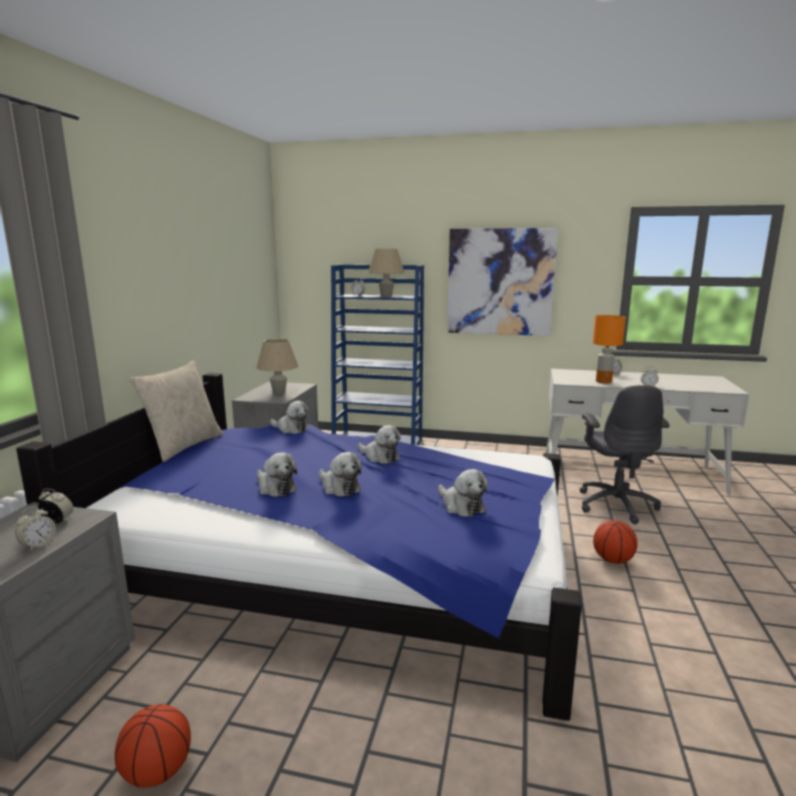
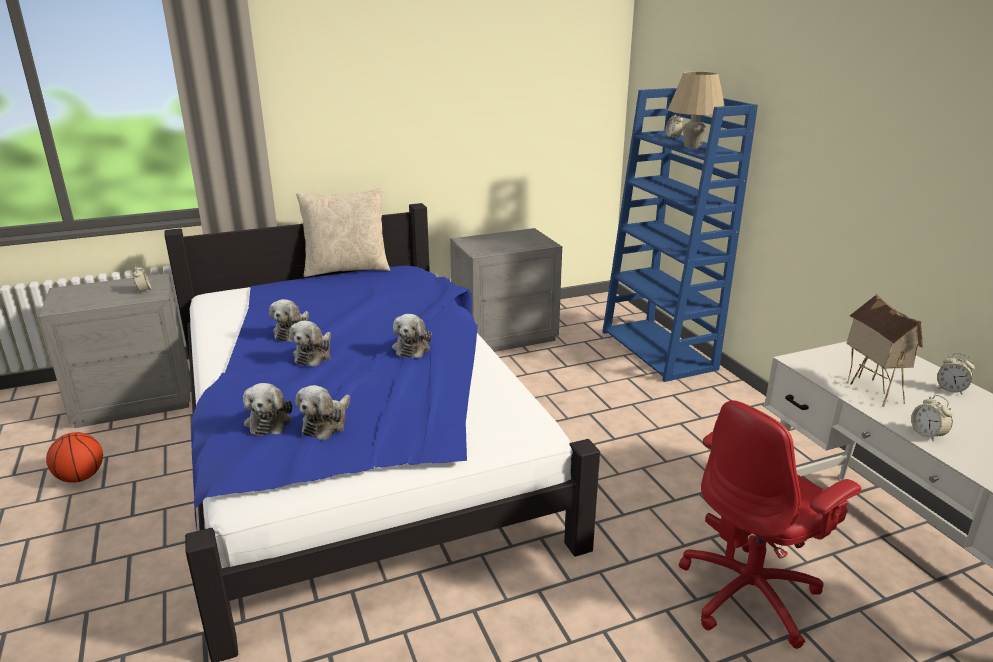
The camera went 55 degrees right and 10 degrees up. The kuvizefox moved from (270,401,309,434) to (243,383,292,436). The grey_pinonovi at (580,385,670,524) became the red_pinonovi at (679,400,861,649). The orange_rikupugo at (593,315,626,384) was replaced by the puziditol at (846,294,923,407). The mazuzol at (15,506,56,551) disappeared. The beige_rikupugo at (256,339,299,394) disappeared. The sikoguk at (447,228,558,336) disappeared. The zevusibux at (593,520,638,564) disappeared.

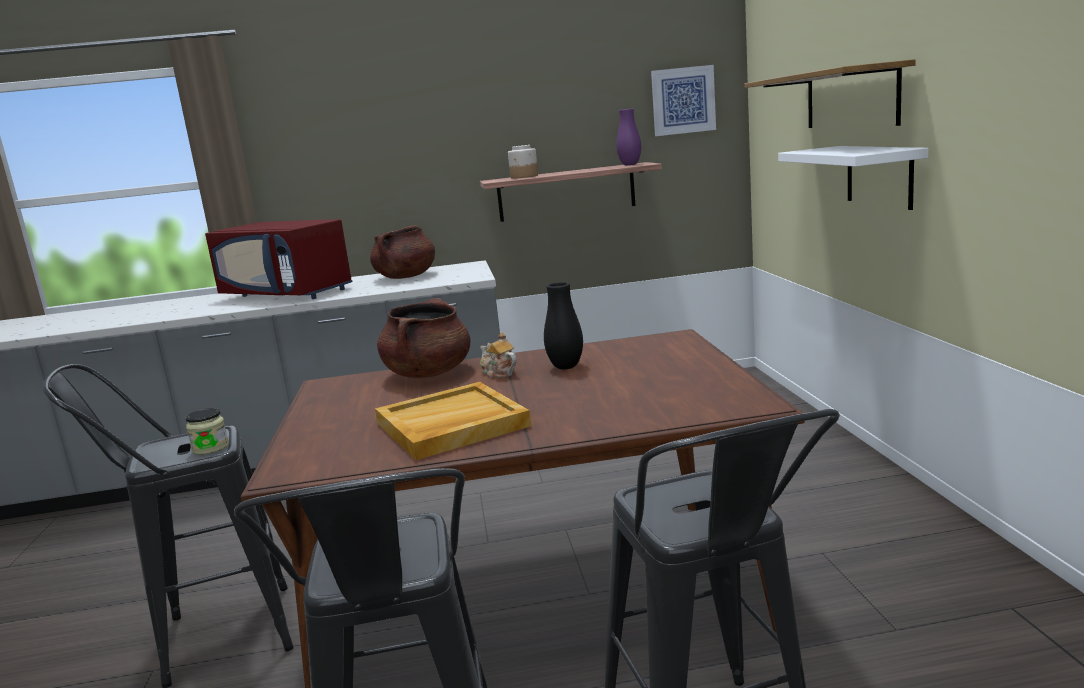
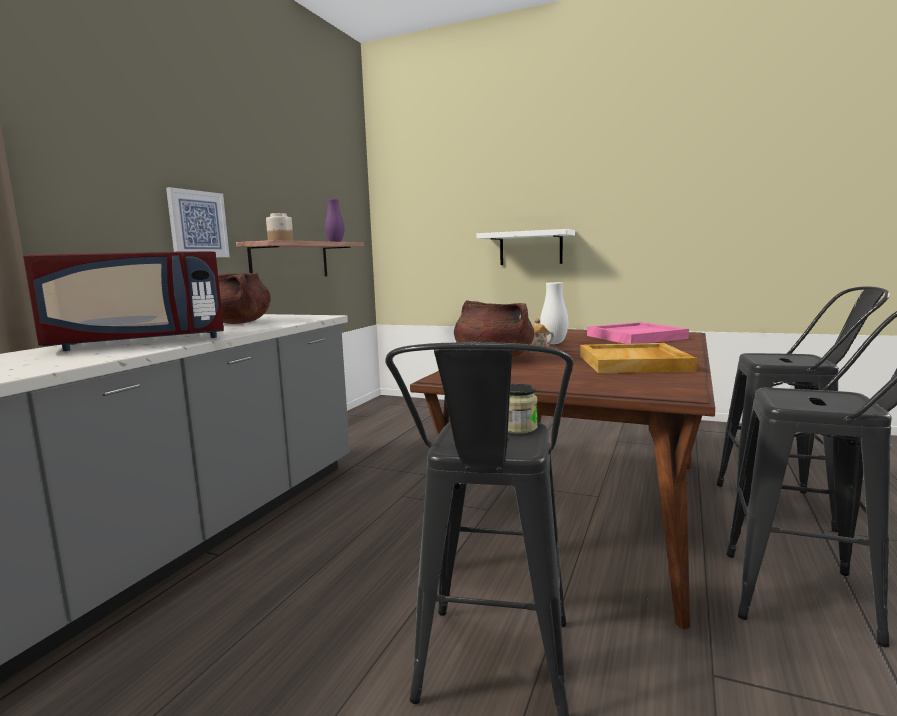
The camera went 60 degrees left and 5 degrees down. The sikoguk moved from (651,65,716,136) to (166,187,230,257). The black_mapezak at (544,282,583,369) became the white_mapezak at (540,282,568,344). The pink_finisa at (587,322,689,344) appeared. The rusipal at (744,59,916,128) disappeared.

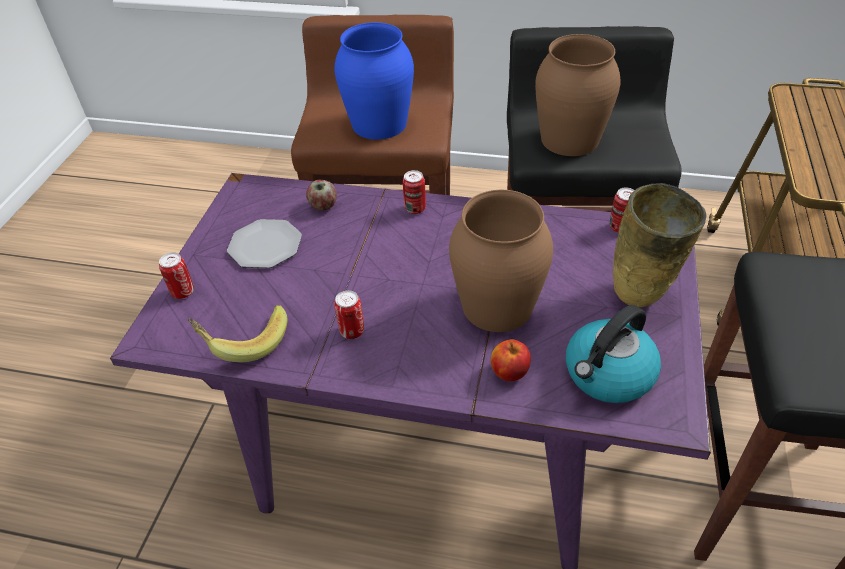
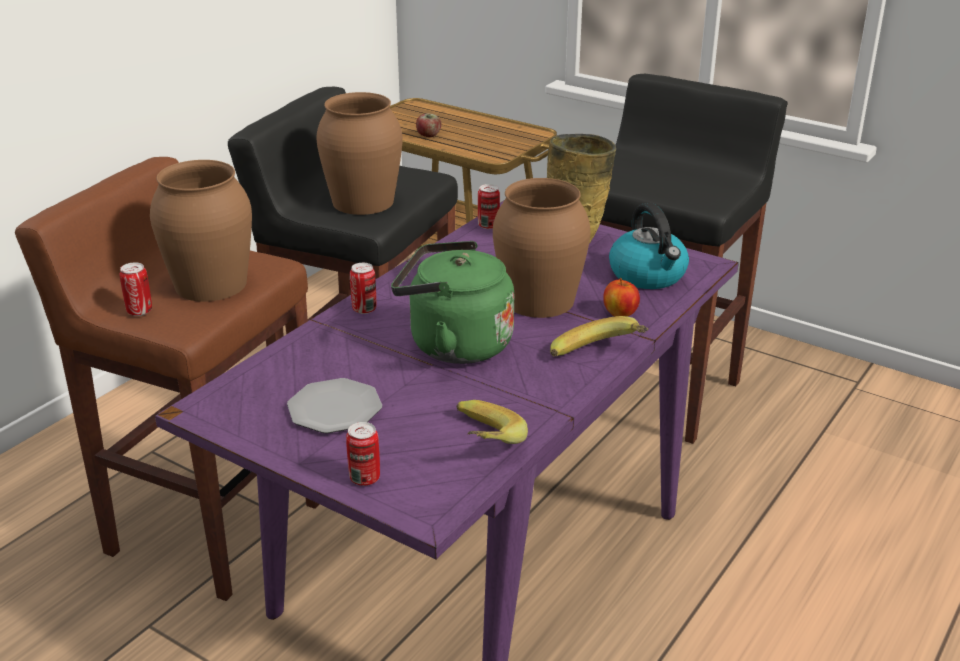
The camera went 70 degrees left and 15 degrees down. The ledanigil moved from (334,290,364,339) to (119,262,152,316). The blue_mapezak at (334,22,414,140) became the brown_mapezak at (150,160,252,302). The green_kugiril at (391,241,514,364) appeared. The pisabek moved from (306,180,337,210) to (416,113,441,137). The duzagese at (550,316,649,356) appeared.

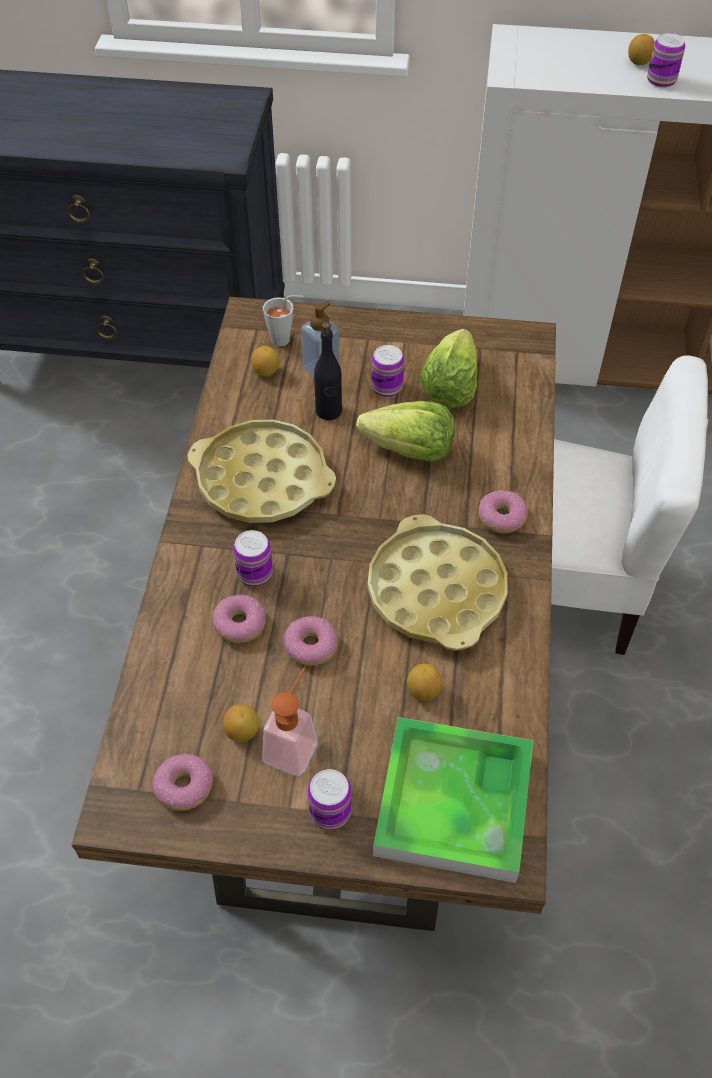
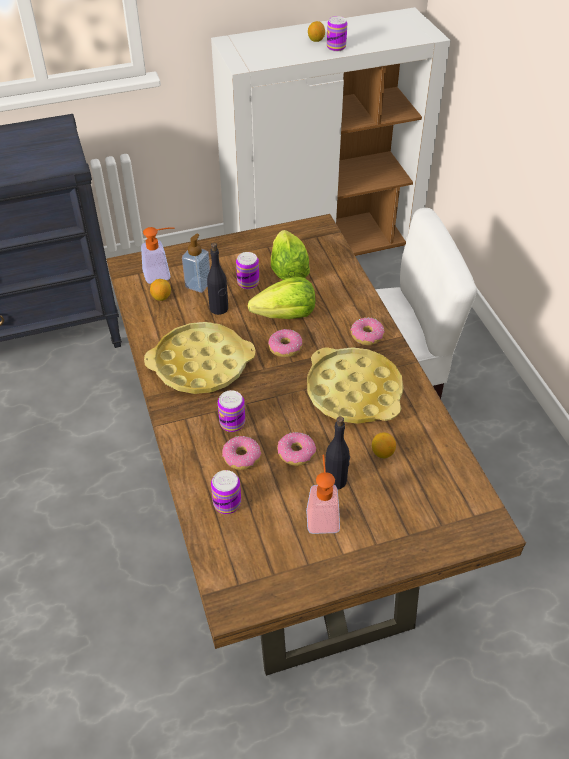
The camera went 25 degrees left and 5 degrees down. The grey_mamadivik at (263,295,303,346) was replaced by the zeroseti at (141,227,175,284). The ledanigil moved from (308,769,351,830) to (211,470,241,514). The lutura moved from (152,754,213,811) to (268,329,302,357). The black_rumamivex at (325,416,350,489) appeared. The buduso at (223,704,259,742) disappeared. The finisa at (373,717,533,883) disappeared.

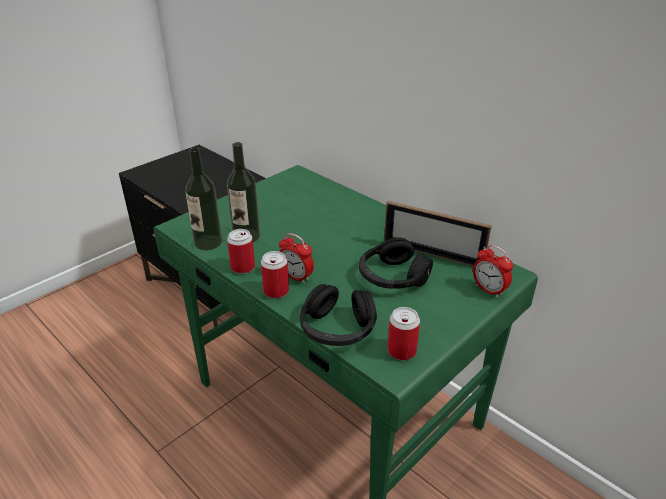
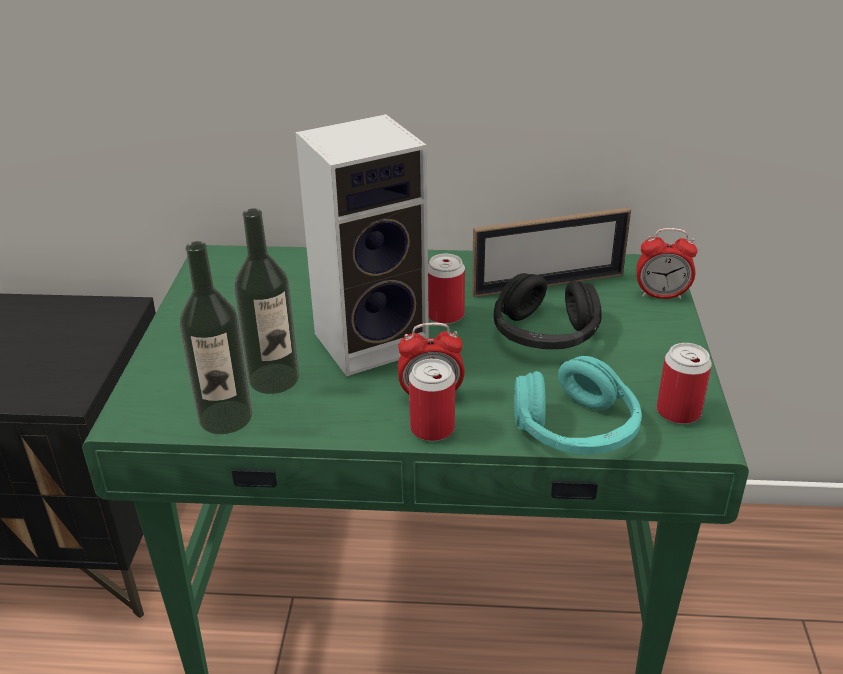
The camera went 40 degrees left and 0 degrees up. The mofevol at (296,114,429,376) appeared. The ledanigil moved from (227,229,255,274) to (428,254,465,324). The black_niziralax at (300,284,377,346) became the turquoise_niziralax at (514,356,642,455).

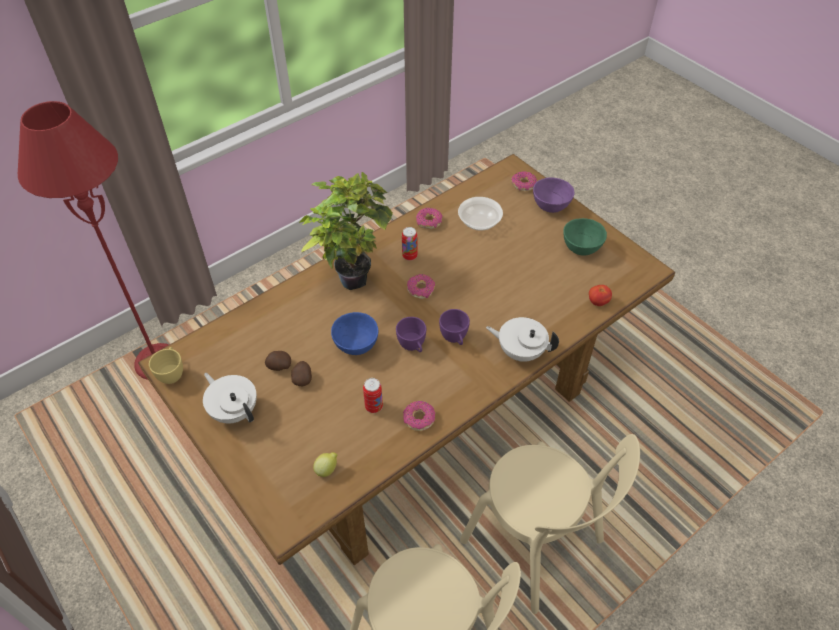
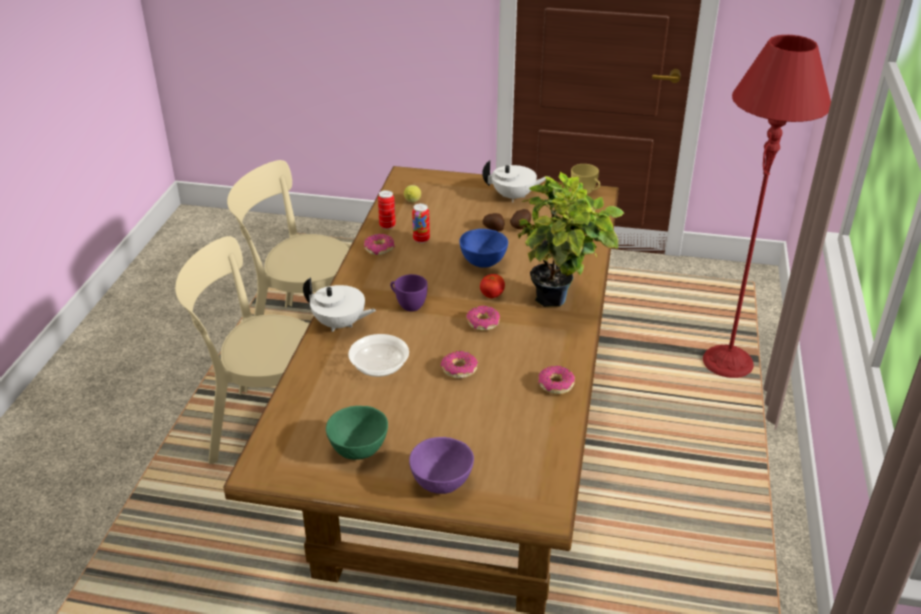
The camera went 140 degrees right and 15 degrees down. The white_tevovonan at (486,317,559,362) turned 45 degrees clockwise. The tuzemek moved from (458,197,503,231) to (348,334,409,377). The ledanigil moved from (402,227,417,261) to (378,190,396,229). The lutura moved from (511,171,537,191) to (441,351,478,379). The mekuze moved from (589,285,612,306) to (480,274,505,298). The purple_mamadivik at (396,317,426,352) disappeared.

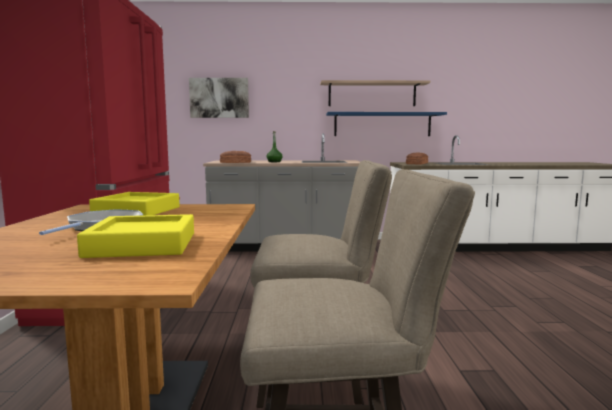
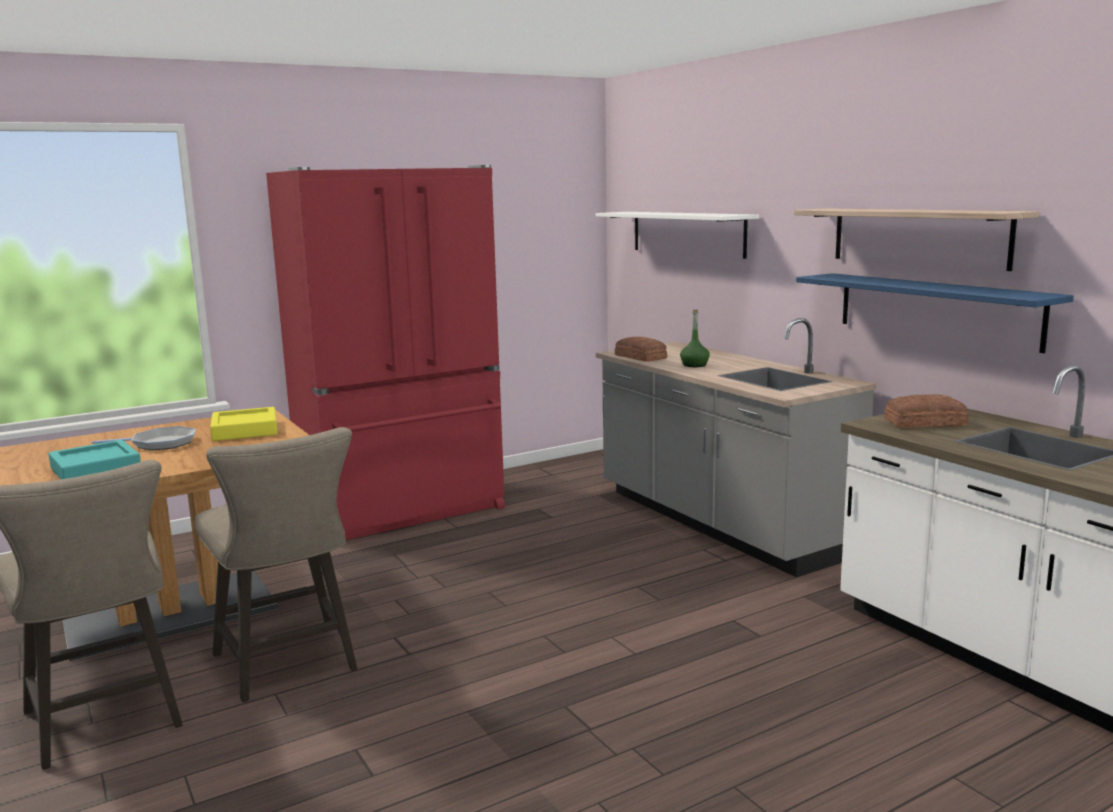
The camera went 60 degrees right and 5 degrees up. The yellow_finisa at (77,214,194,258) became the turquoise_finisa at (48,440,141,479). The sikoguk at (189,78,249,118) was replaced by the white_rusipal at (596,212,759,259).

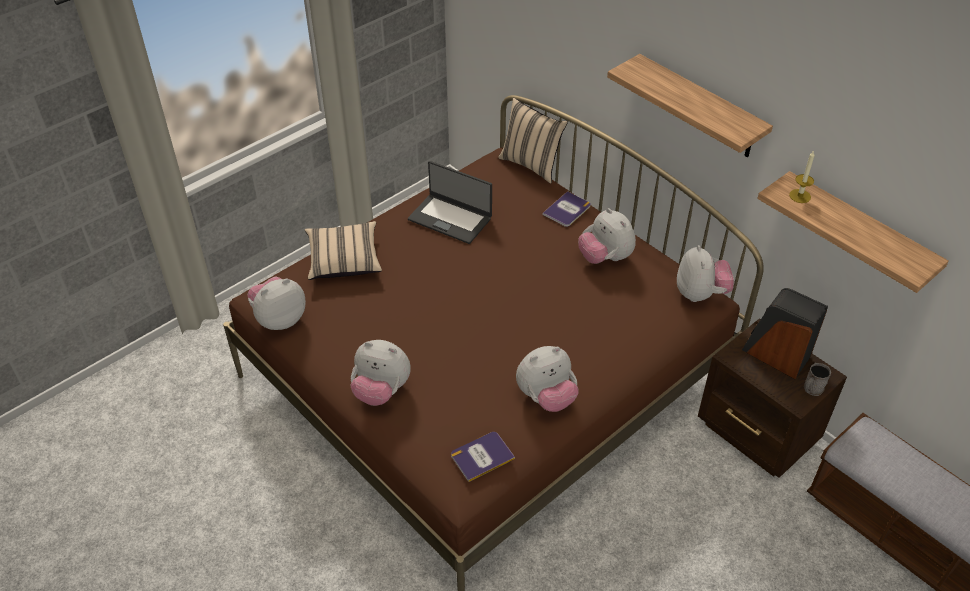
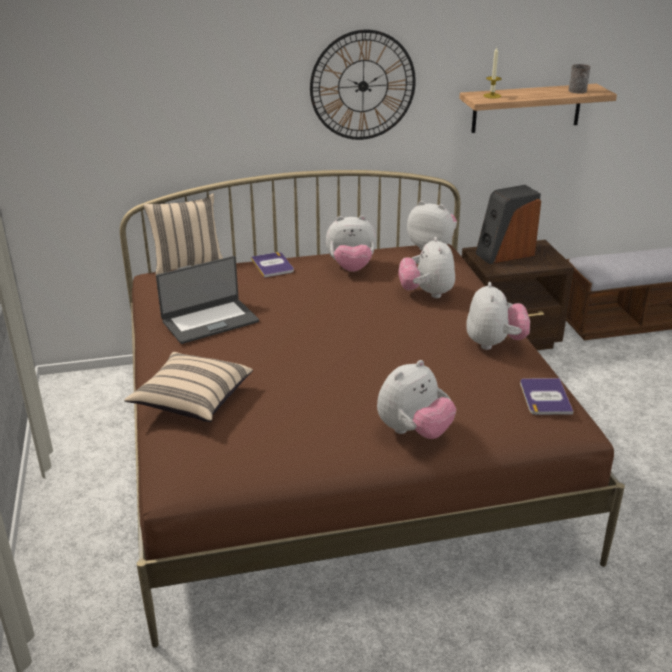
The camera went 60 degrees left and 15 degrees down. The rusipal at (607,54,773,158) was replaced by the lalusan at (310,30,416,140). The kuvizefox moved from (247,276,306,330) to (398,237,455,298). The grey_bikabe moved from (804,363,831,396) to (568,64,591,93).

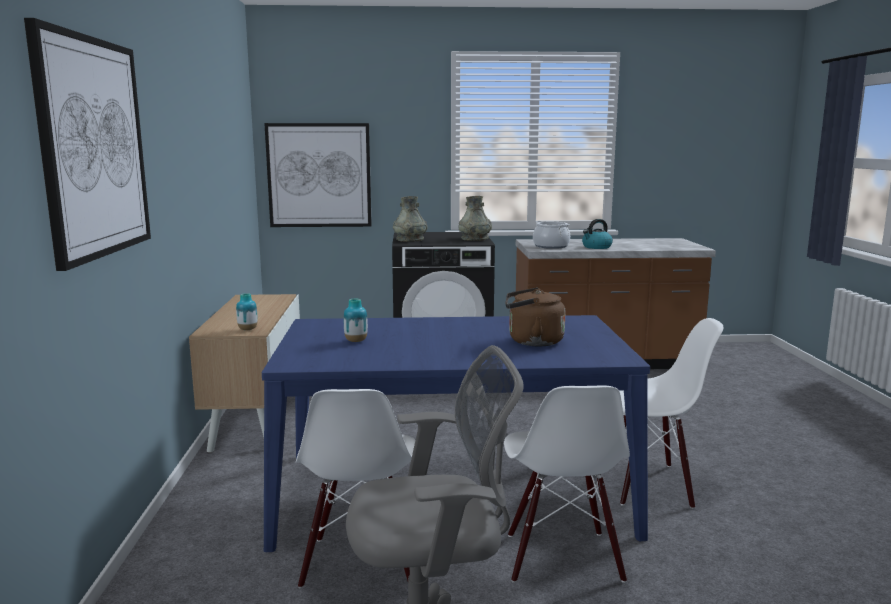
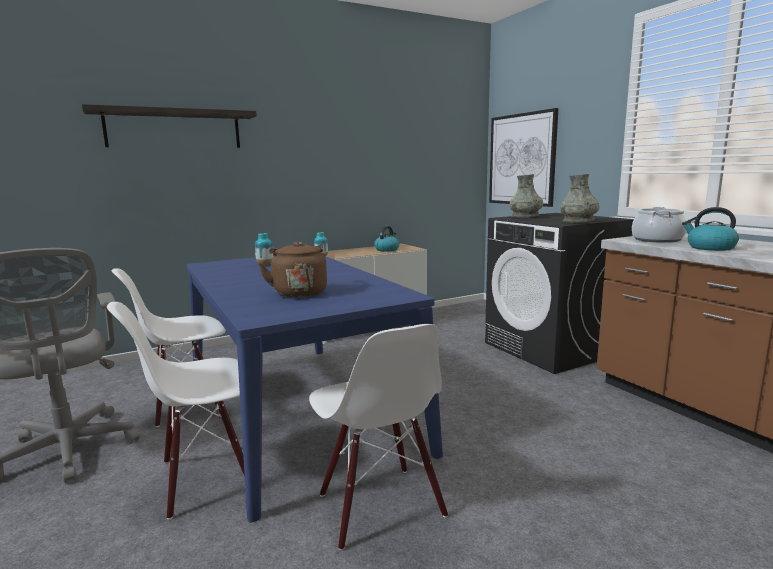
The camera went 65 degrees right and 0 degrees up. The sikoguk at (24,18,151,271) was replaced by the rusipal at (82,104,257,148). The kugiril at (374,226,399,251) appeared.

